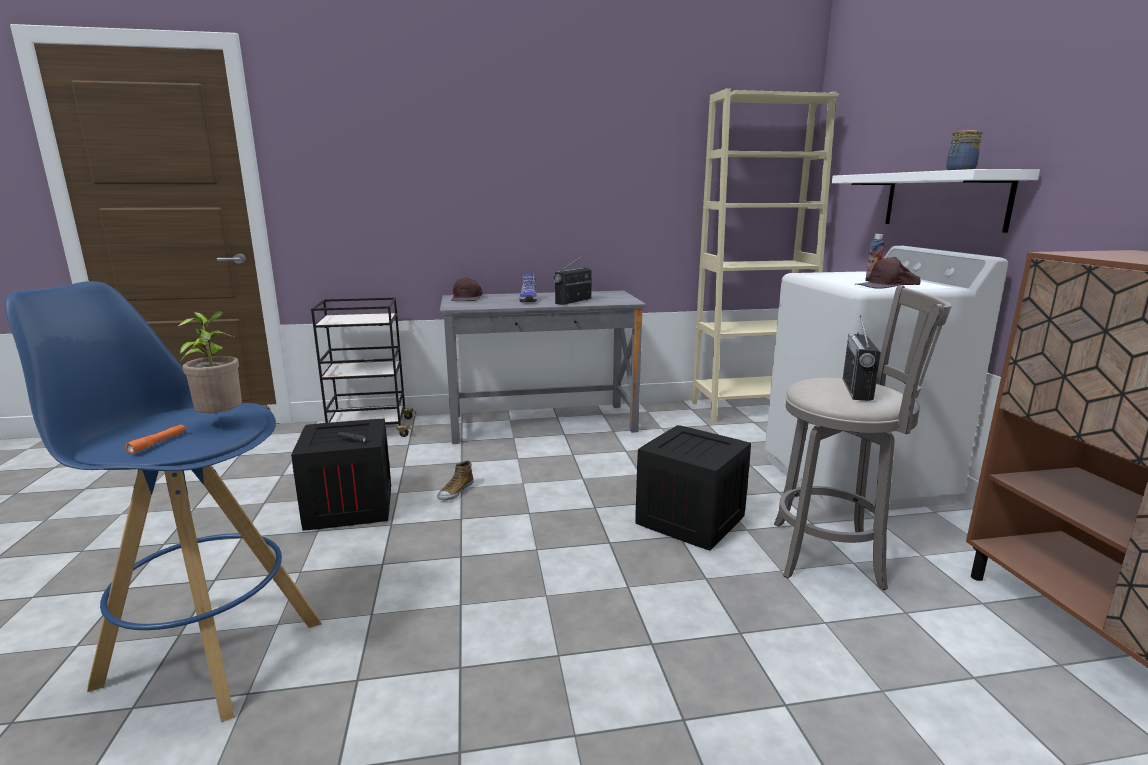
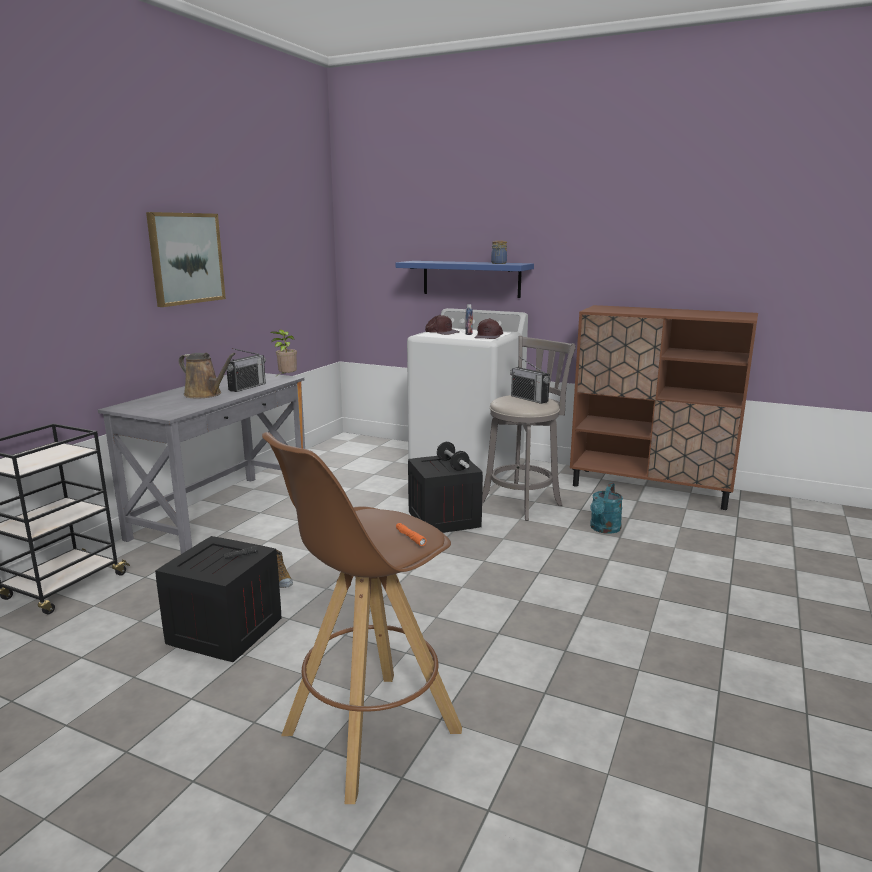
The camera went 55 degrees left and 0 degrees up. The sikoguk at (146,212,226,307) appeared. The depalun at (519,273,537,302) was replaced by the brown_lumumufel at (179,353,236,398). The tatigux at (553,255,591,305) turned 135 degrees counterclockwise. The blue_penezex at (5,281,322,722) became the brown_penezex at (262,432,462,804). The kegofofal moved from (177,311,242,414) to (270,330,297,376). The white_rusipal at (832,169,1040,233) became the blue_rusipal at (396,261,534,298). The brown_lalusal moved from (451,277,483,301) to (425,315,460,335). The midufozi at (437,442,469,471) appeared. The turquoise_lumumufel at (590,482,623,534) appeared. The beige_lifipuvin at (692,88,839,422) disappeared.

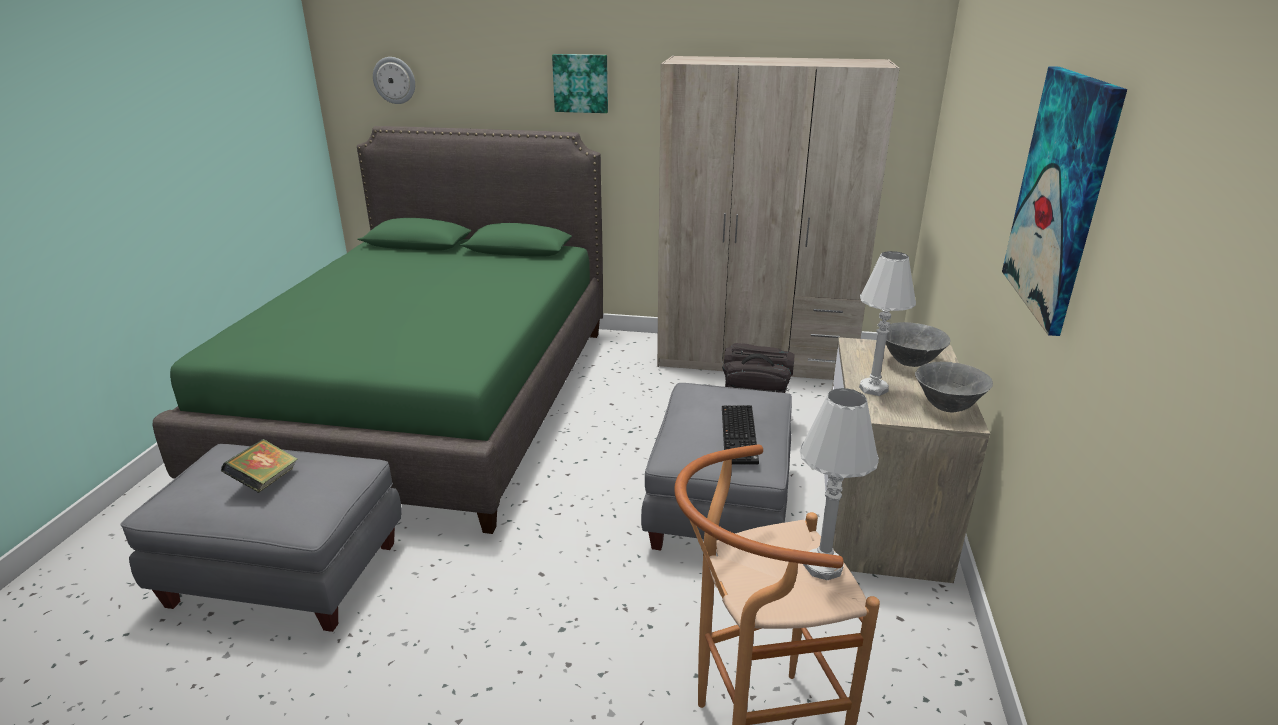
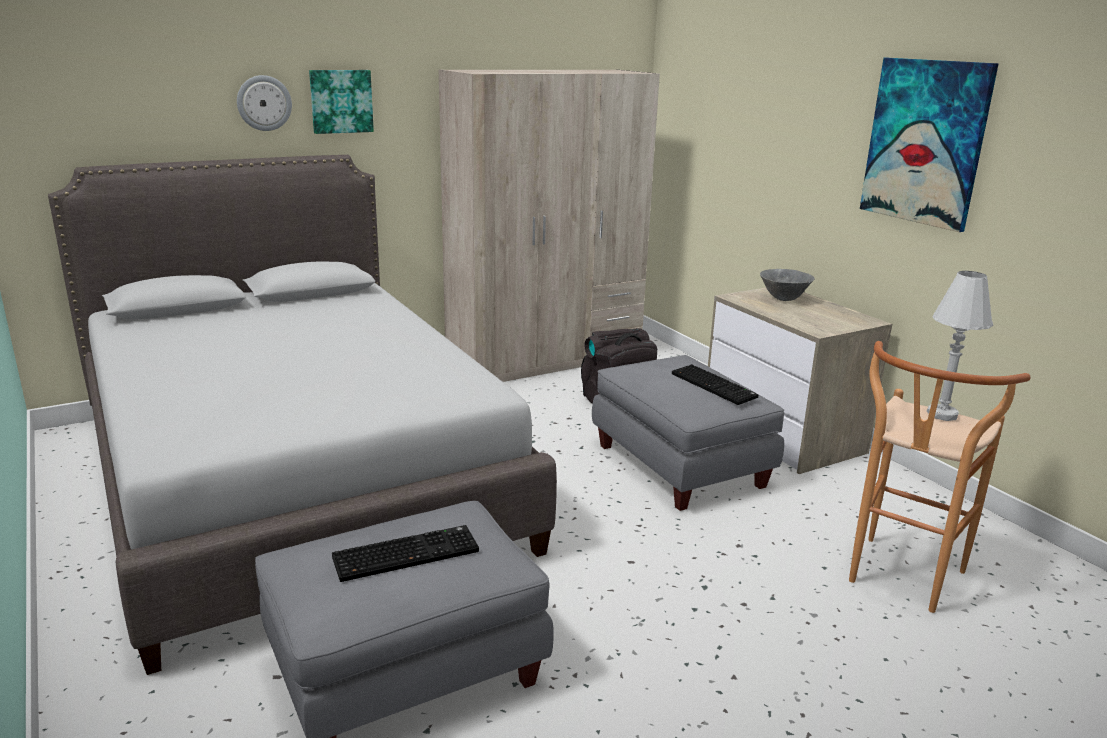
The camera went 40 degrees left and 5 degrees down. The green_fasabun at (152,126,603,534) became the grey_fasabun at (48,155,557,675). The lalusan moved from (373,57,415,104) to (237,75,292,131). The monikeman at (221,439,298,493) was replaced by the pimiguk at (332,525,479,582). The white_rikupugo at (859,251,916,396) disappeared. The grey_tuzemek at (915,362,993,413) disappeared.

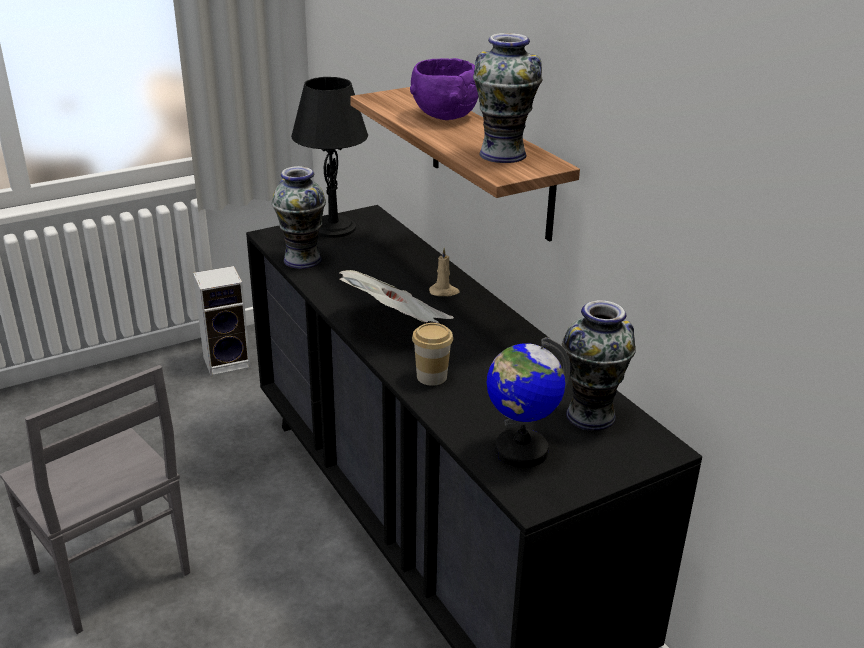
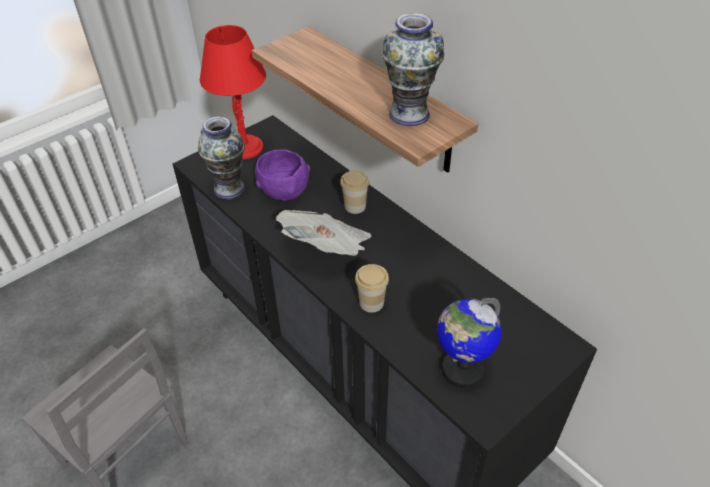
The camera went 10 degrees left and 15 degrees up. The black_rikupugo at (291,77,368,238) became the red_rikupugo at (200,25,266,159). The purple_tuzemek moved from (410,58,478,120) to (255,150,310,201). The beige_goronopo at (429,248,460,296) was replaced by the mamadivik at (340,170,369,214). The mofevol at (193,266,251,376) disappeared. The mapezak at (562,300,636,431) disappeared.

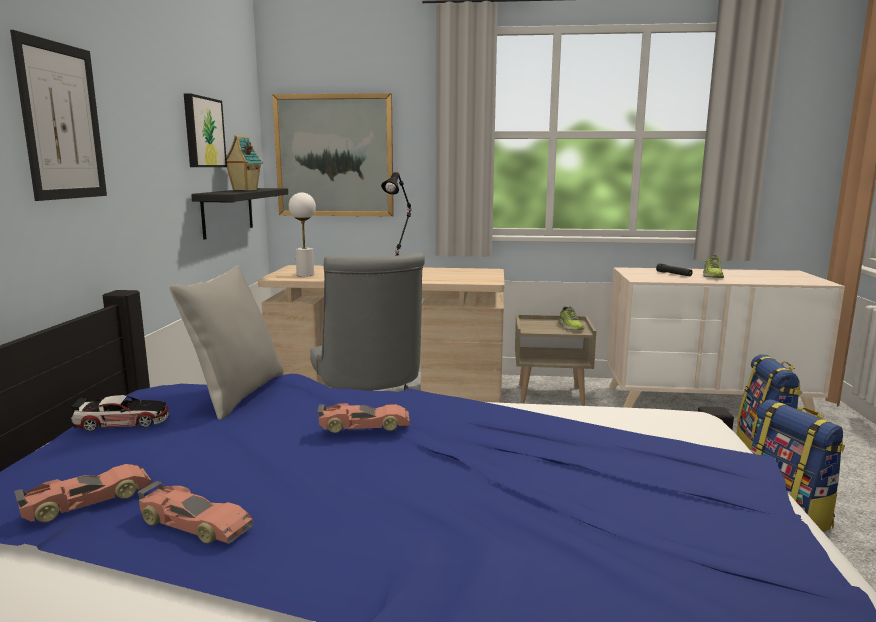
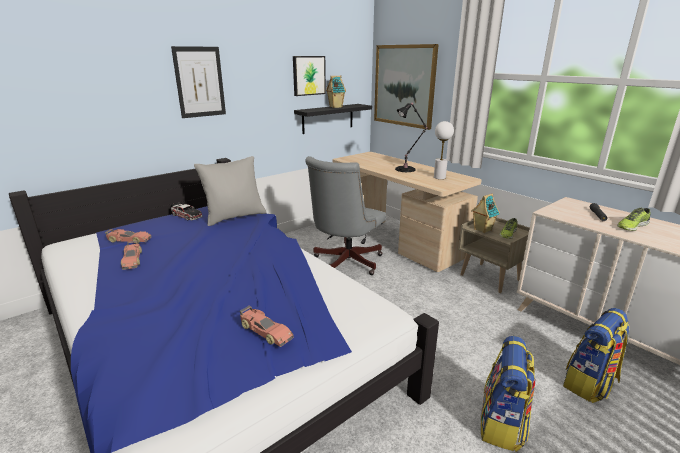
The camera went 45 degrees right and 10 degrees up. The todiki moved from (318,403,410,433) to (240,306,294,347). The white_rikupugo moved from (289,192,316,277) to (434,121,454,179). The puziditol at (471,193,500,233) appeared.

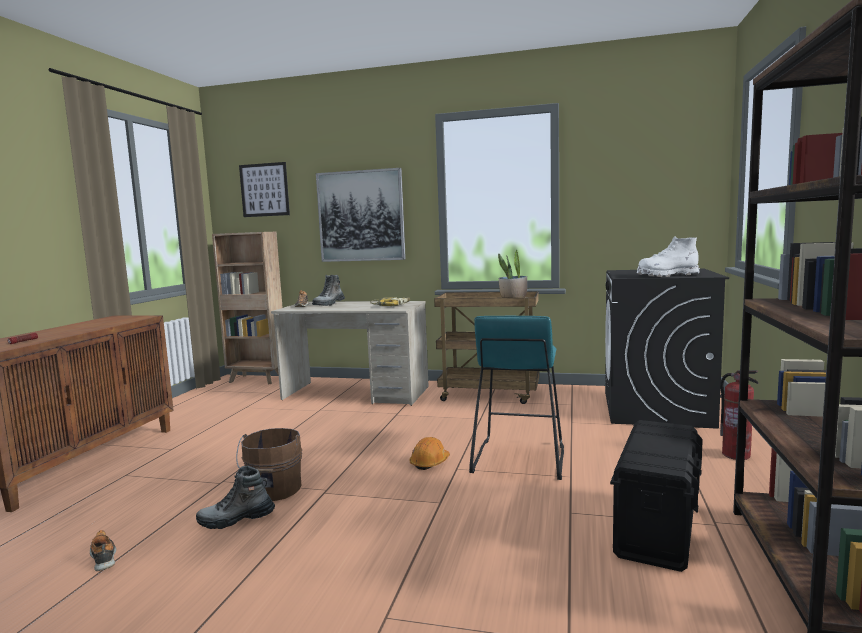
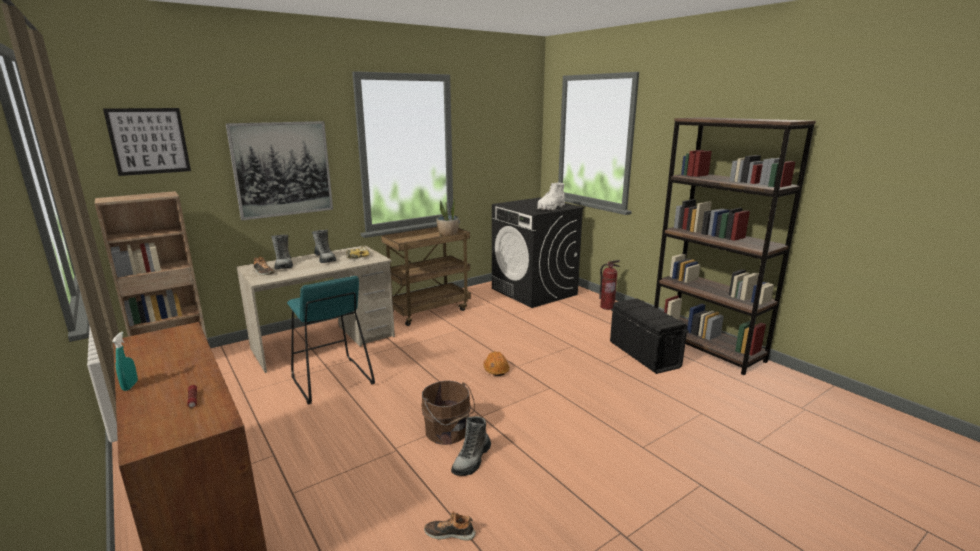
The camera went 50 degrees left and 10 degrees up. The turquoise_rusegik at (112,332,138,391) appeared. The turquoise_penezex moved from (469,316,564,480) to (287,276,375,405). The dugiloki at (312,229,336,263) appeared.

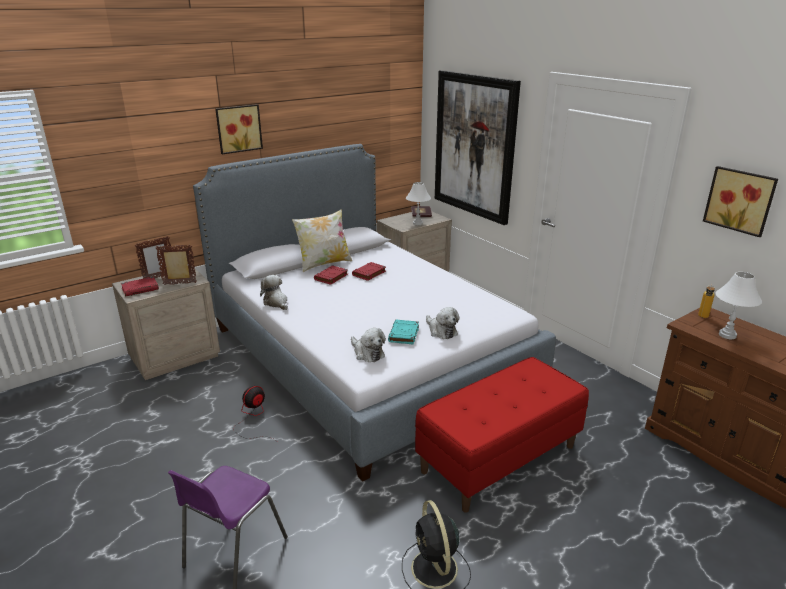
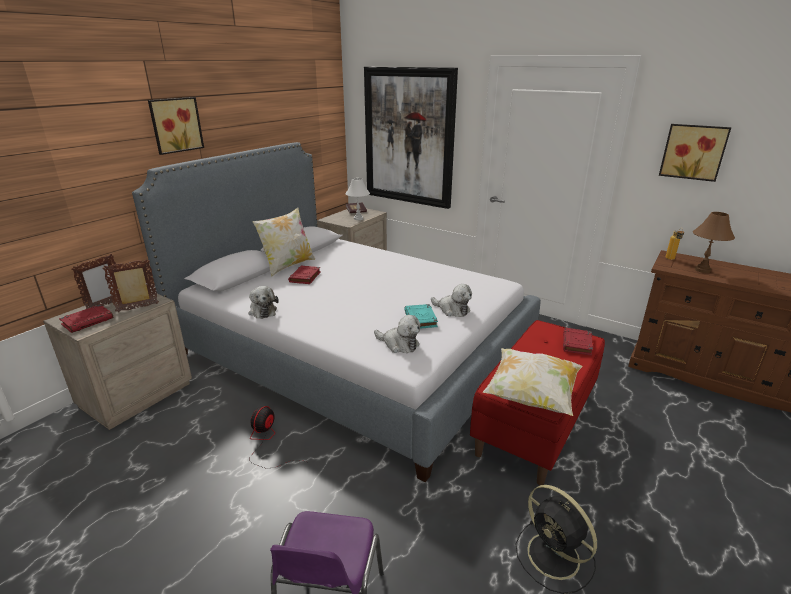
The camera went 20 degrees left and 0 degrees up. The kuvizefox at (260,275,288,310) turned 150 degrees counterclockwise. The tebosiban at (482,348,582,416) appeared. The red_monikeman moved from (352,262,386,281) to (563,328,593,356). The white_rikupugo at (716,272,762,339) became the brown_rikupugo at (693,212,735,273).

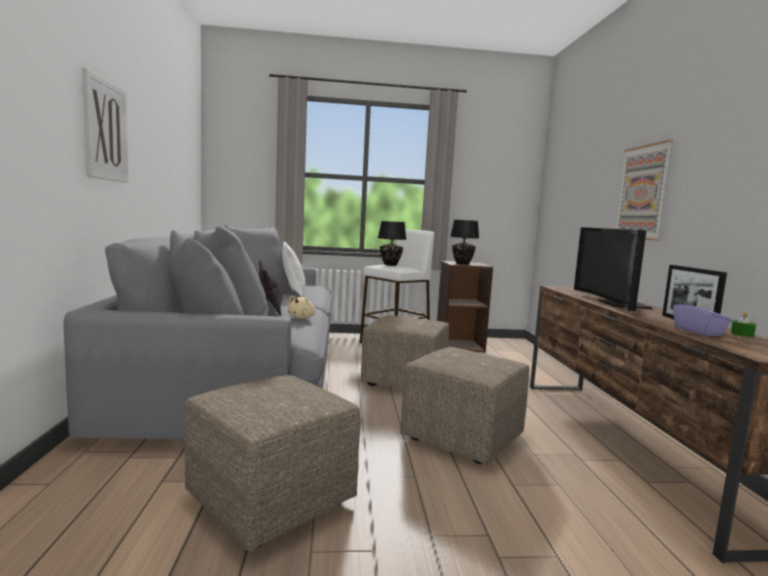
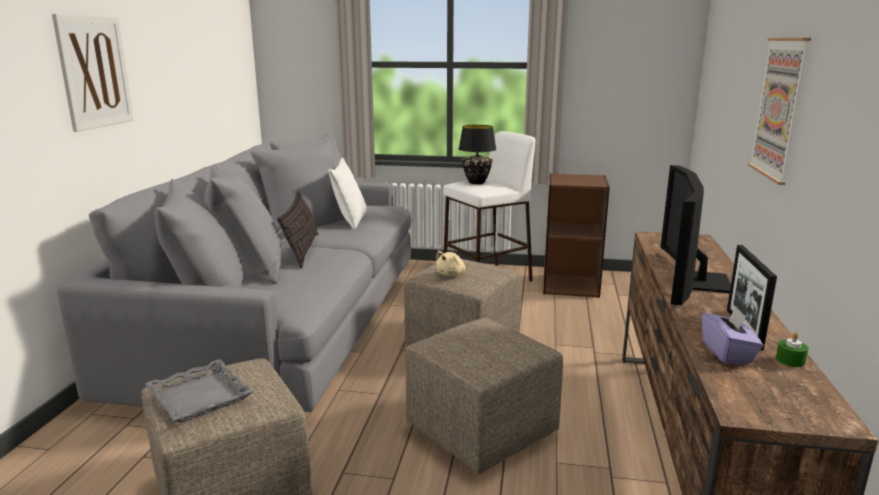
The camera went 15 degrees right and 10 degrees up. The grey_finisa at (145,359,254,423) appeared. The beige_kuvizefox moved from (288,295,316,319) to (435,251,465,276). The black_rikupugo at (450,220,479,265) disappeared.

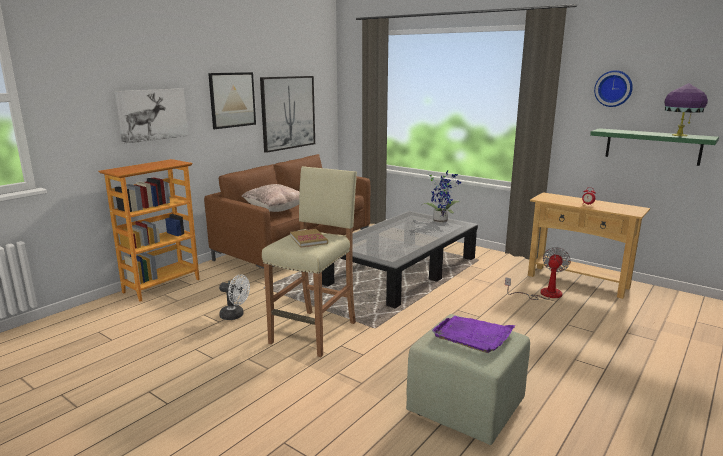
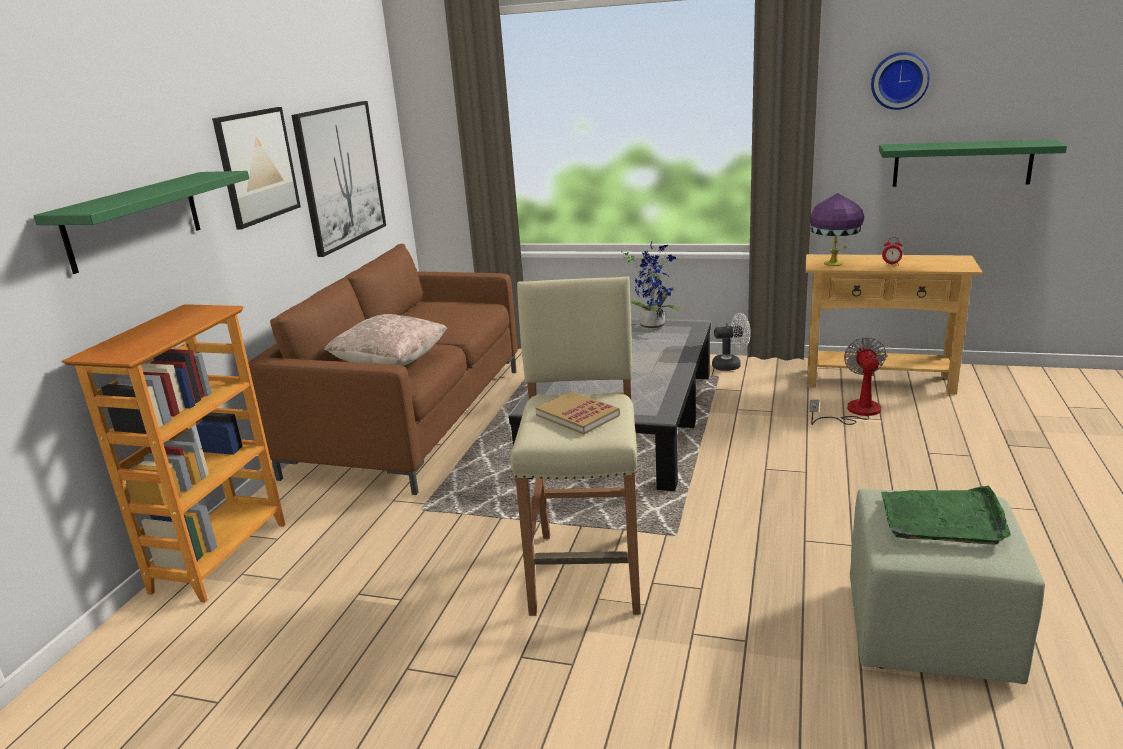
The camera went 20 degrees left and 5 degrees up. The sikoguk at (115,88,189,144) was replaced by the green_rusipal at (33,171,249,274). The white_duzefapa moved from (219,274,250,320) to (712,313,751,371). The purple_rikupugo moved from (665,83,708,136) to (810,193,864,266). The purple_finisa at (432,316,516,353) became the green_finisa at (881,486,1011,545).

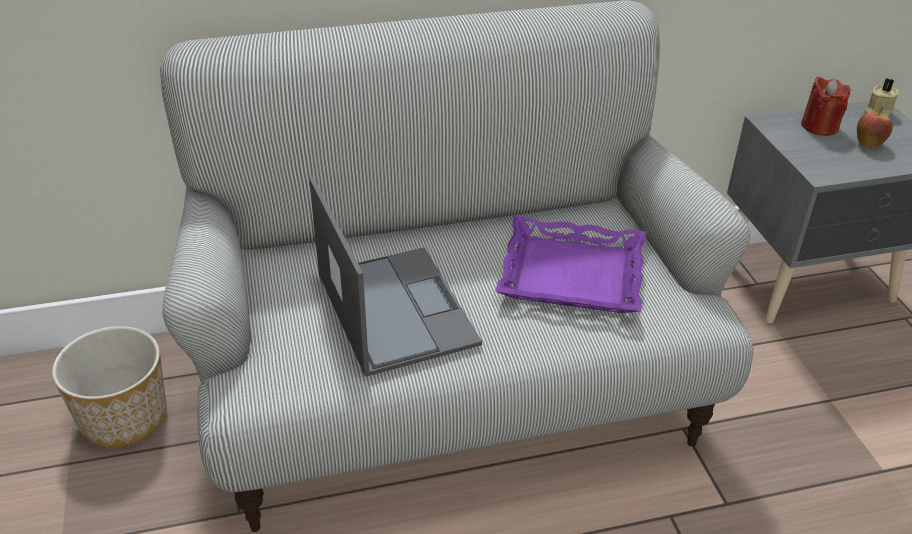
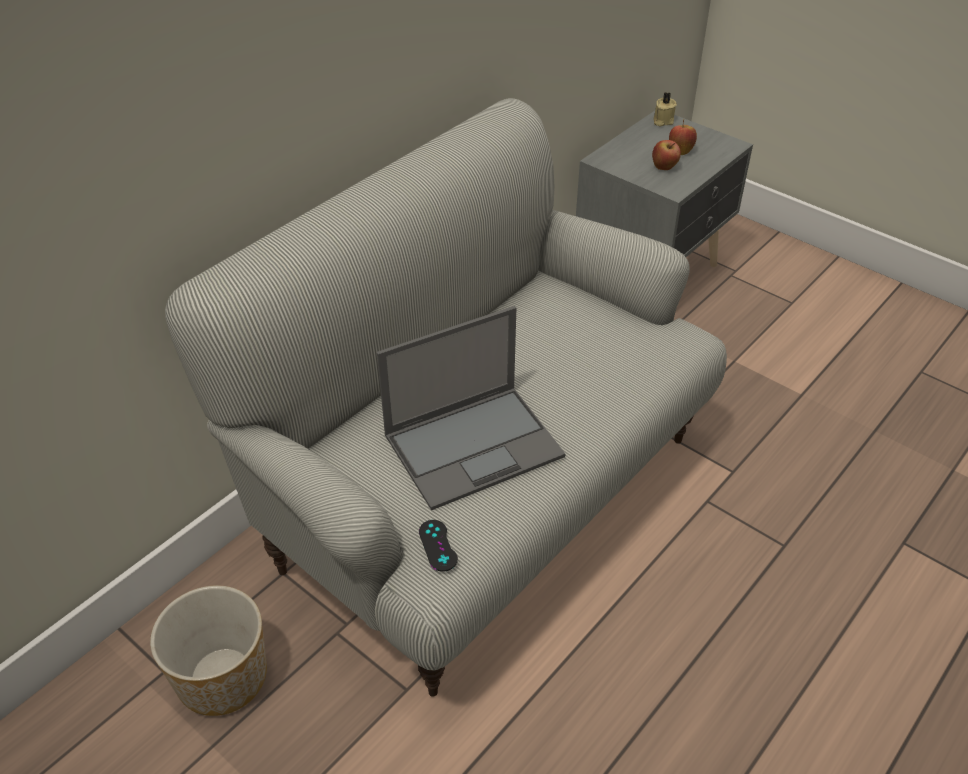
The camera went 35 degrees left and 5 degrees up. The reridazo at (309,177,482,377) turned 120 degrees clockwise. The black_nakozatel at (419,520,458,572) appeared. The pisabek at (652,140,681,170) appeared. The purple_finisa at (495,216,646,313) disappeared. The red_goronopo at (801,77,850,136) disappeared.

